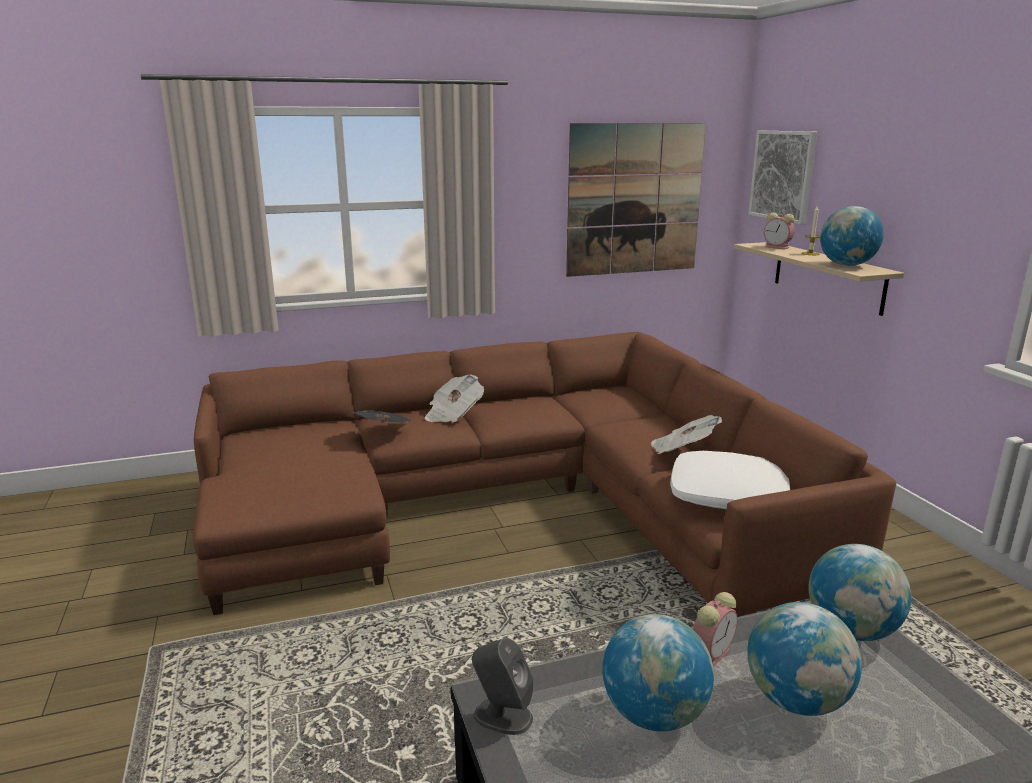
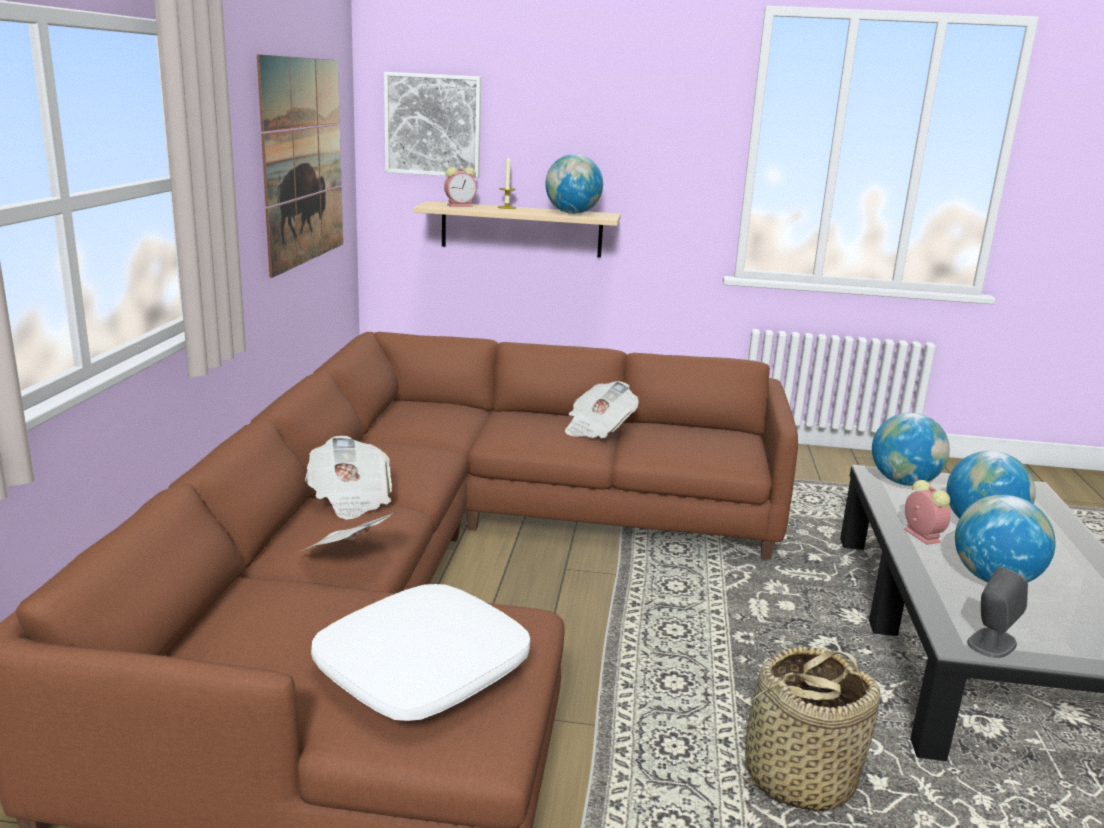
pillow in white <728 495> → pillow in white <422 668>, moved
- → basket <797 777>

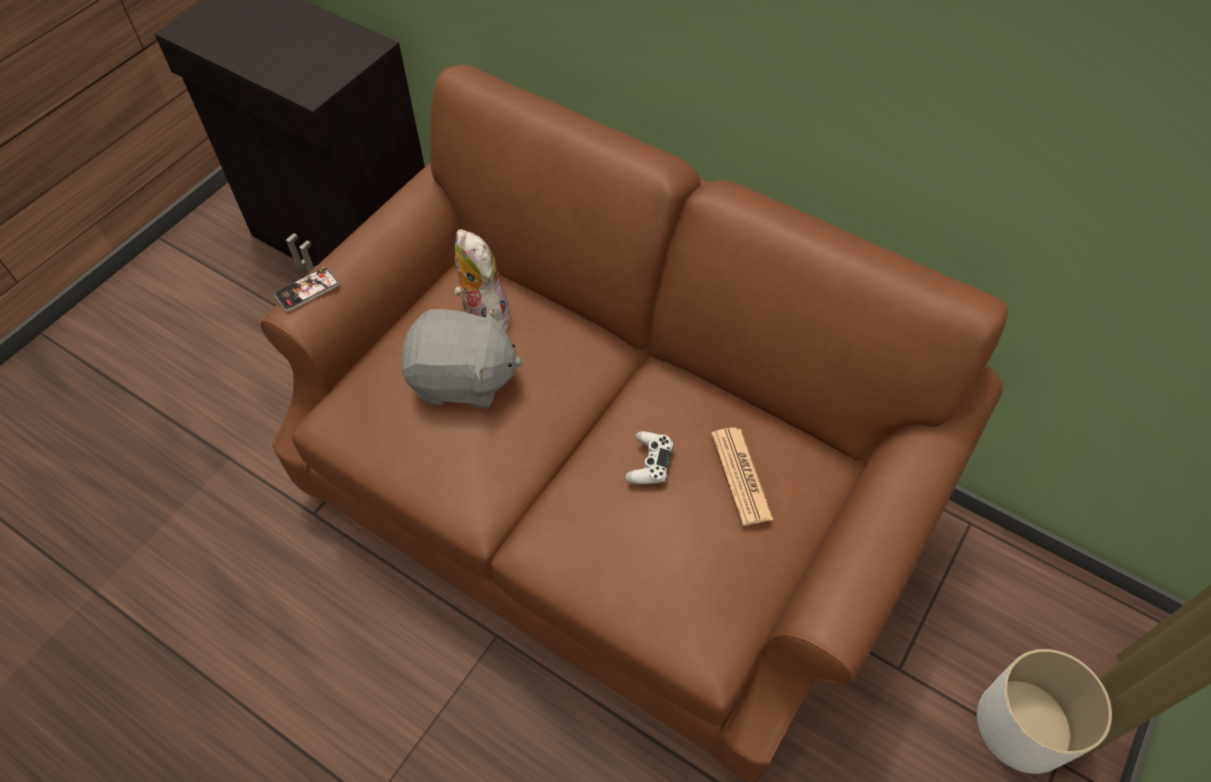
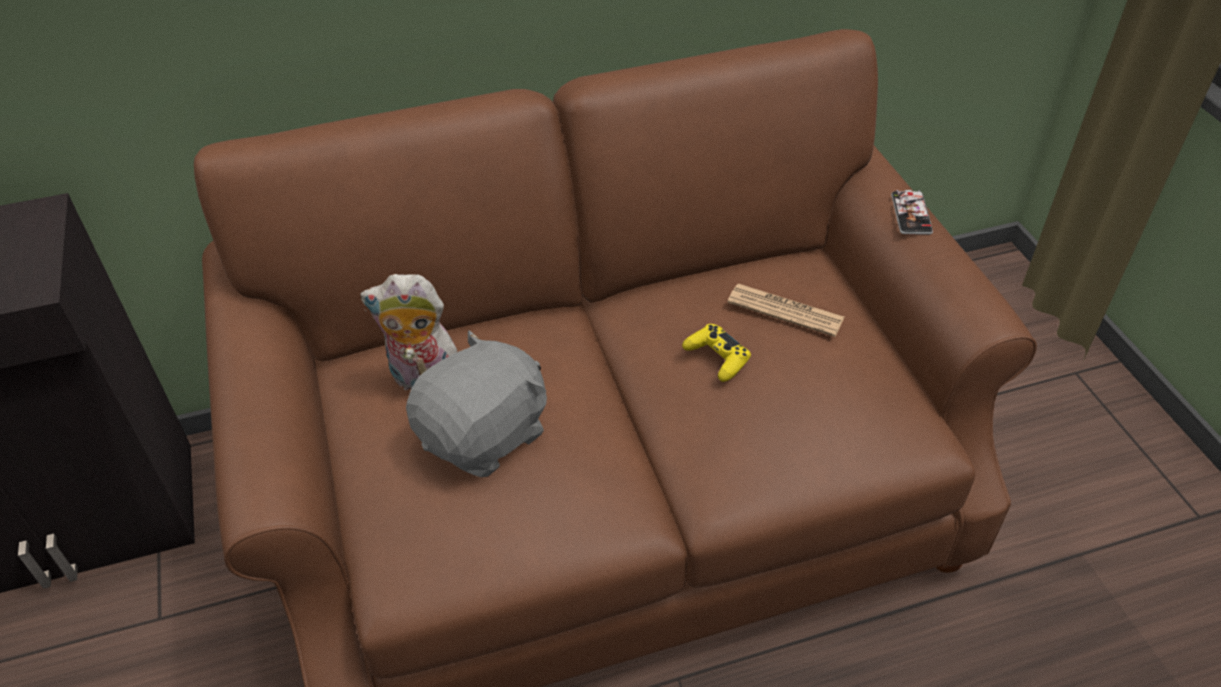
phone <307 290> → phone <911 214>, moved
game controller in white <649 463> → game controller in yellow <717 358>
planter in white <1023 726> → -

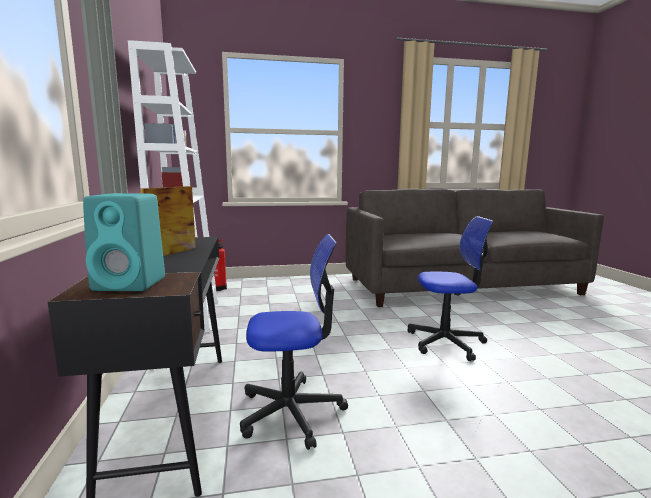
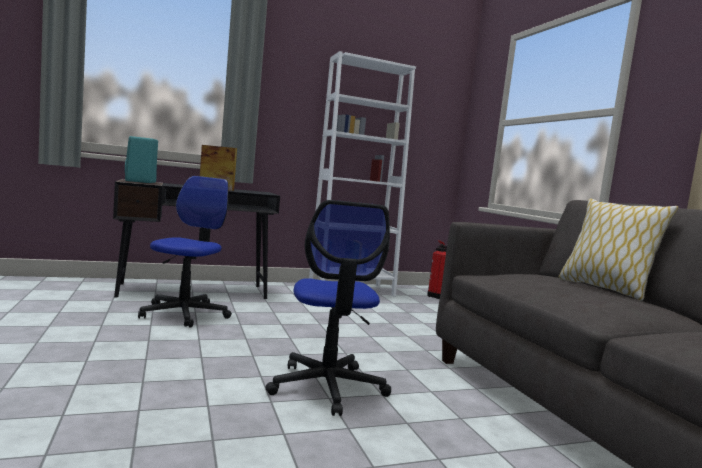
office chair <291 411> → office chair <184 314>, 150 degrees counterclockwise
- → pillow <604 289>

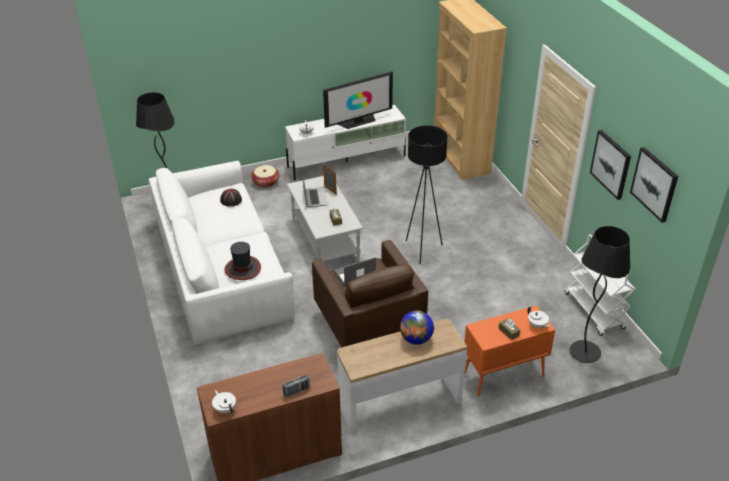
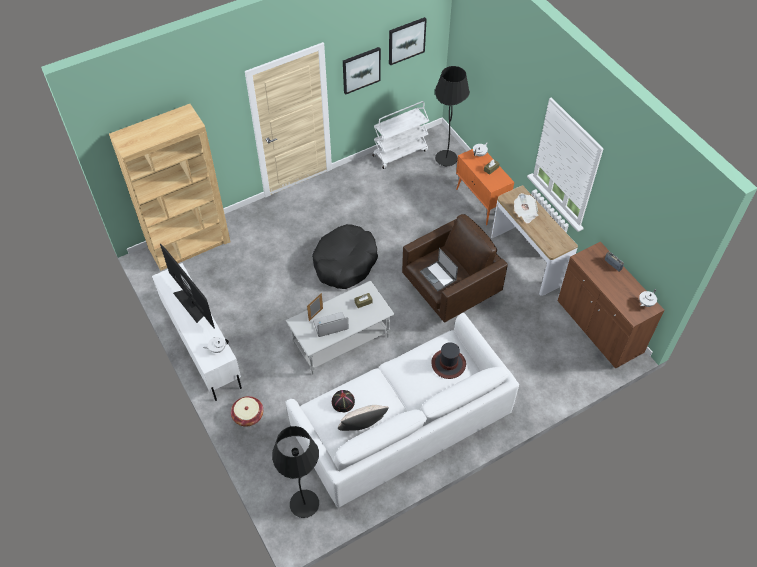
globe <416 339> → newspaper <525 213>
floor lamp in black <422 250> → dog bed in black <345 263>
- → pillow in beige <362 427>

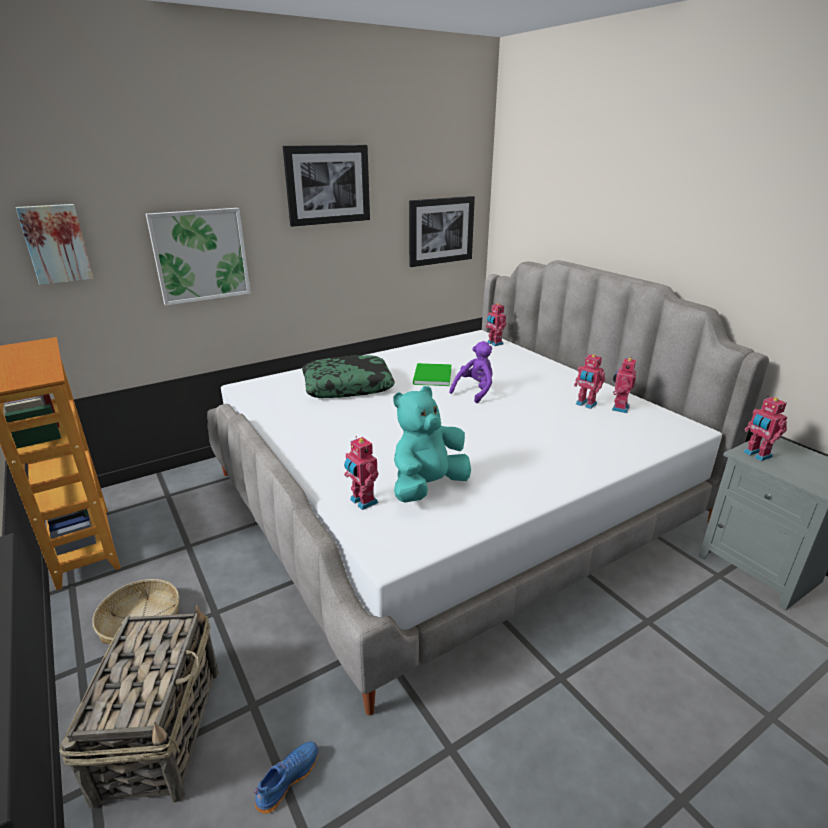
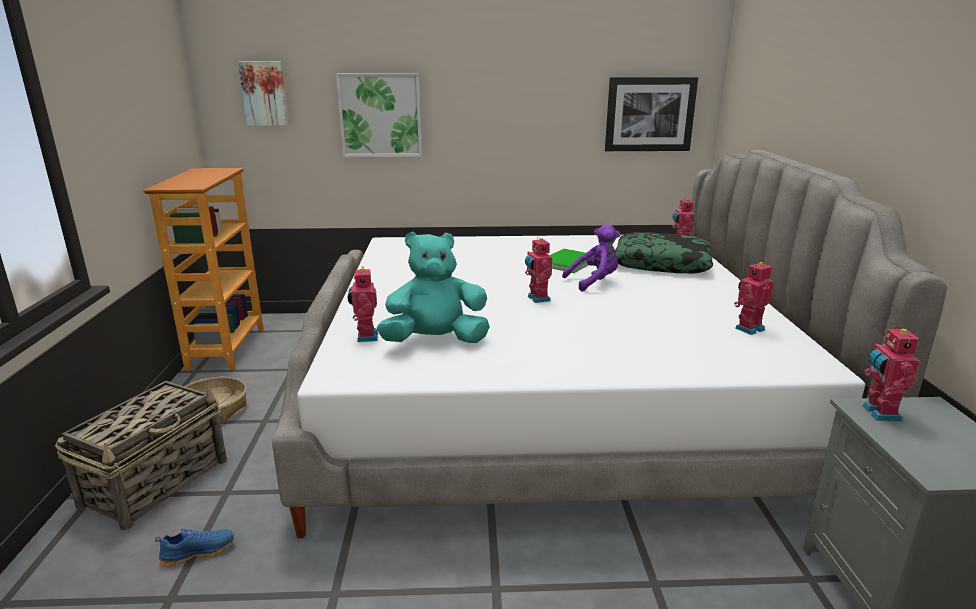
picture <328 185> → -
pillow <348 386> → pillow <662 264>, moved
toy robot <585 404> → toy robot <537 299>, moved

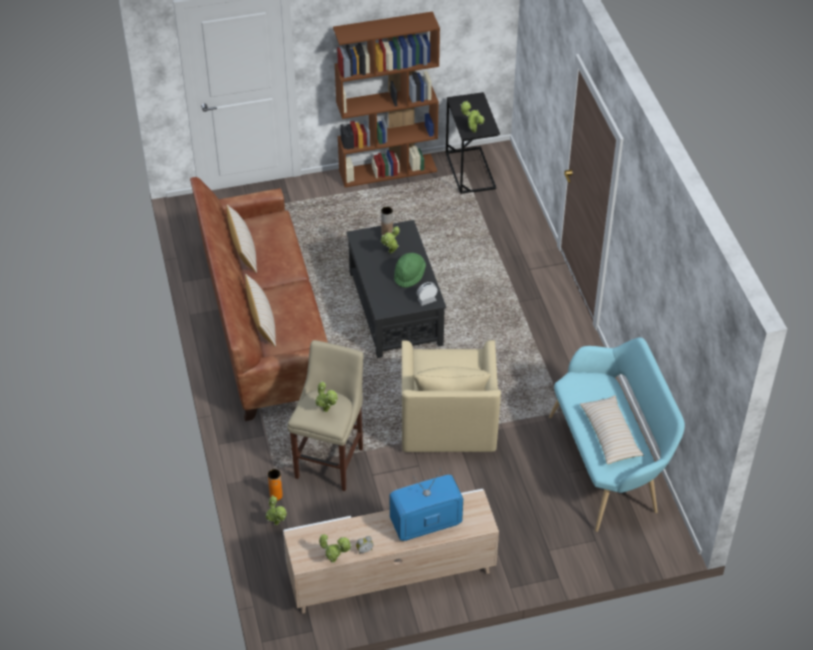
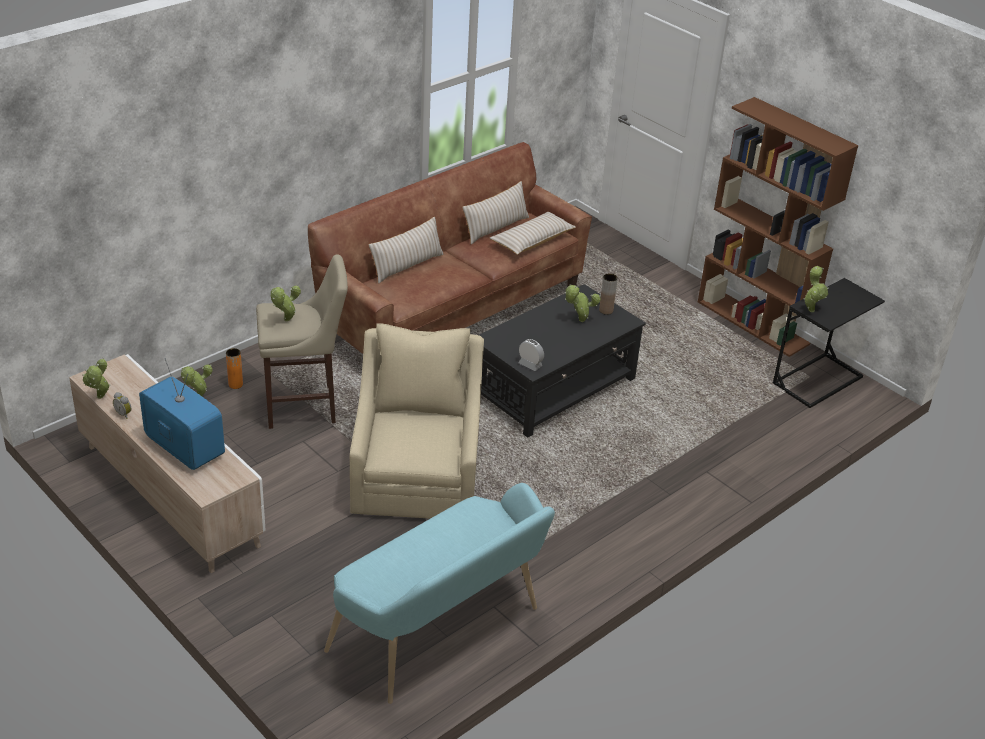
hat in green <409 275> → -
armchair in beige <447 421> → armchair in beige <417 474>, 120 degrees clockwise
pillow in beige <610 435> → pillow in beige <532 241>, moved

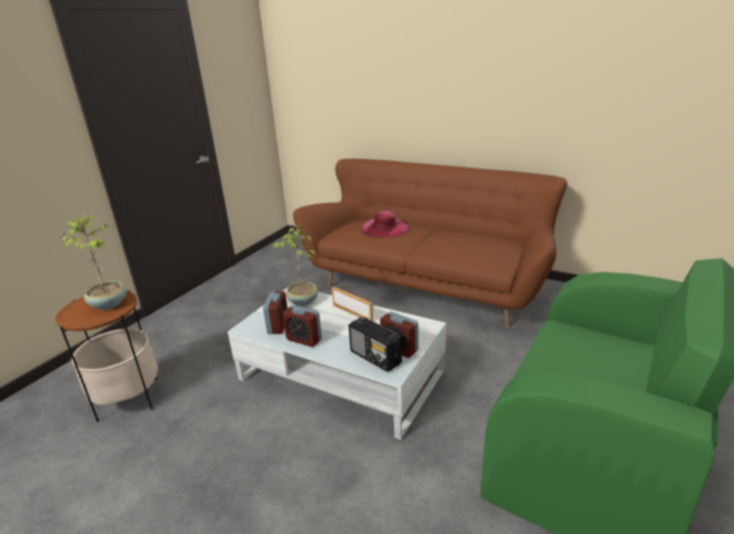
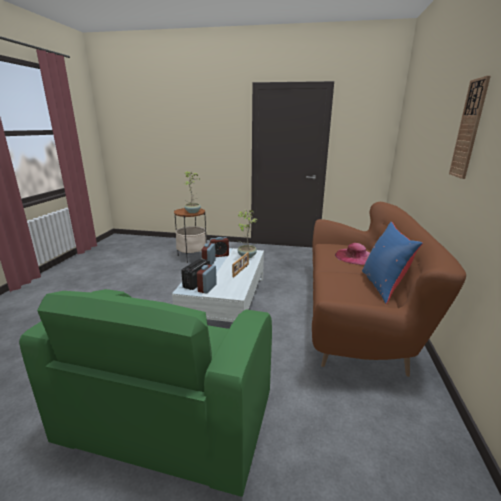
- → pillow in blue <383 286>
- → wall clock <469 129>

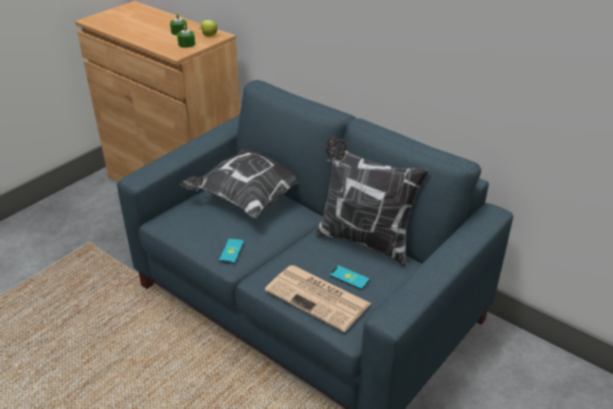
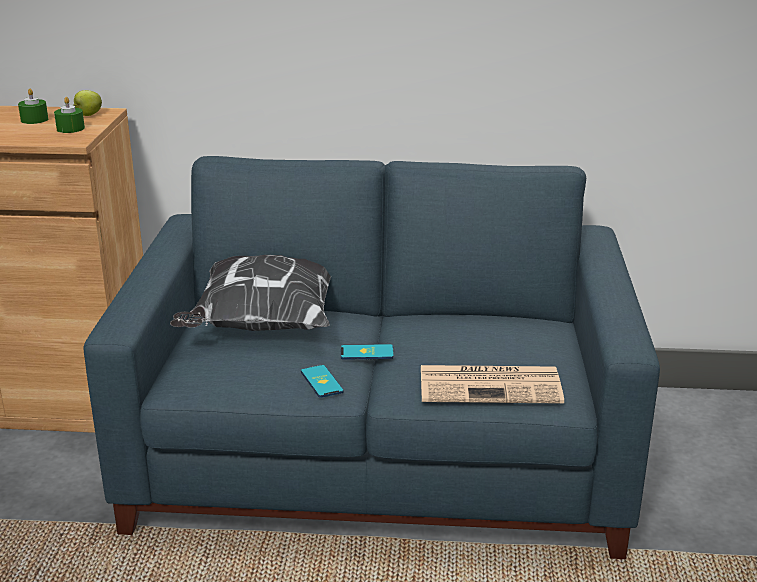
pillow <363 240> → -
phone <349 277> → phone <367 352>, moved

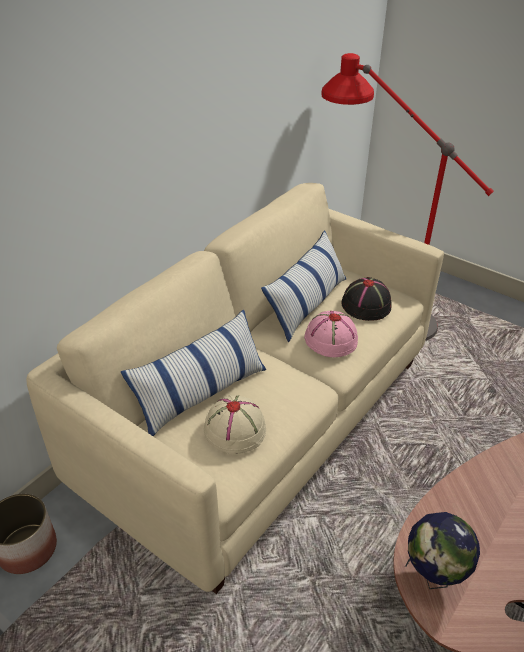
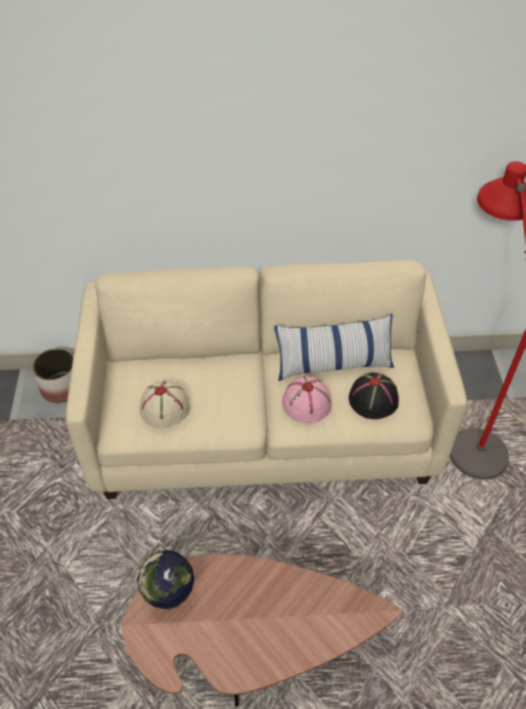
pillow <201 393> → -

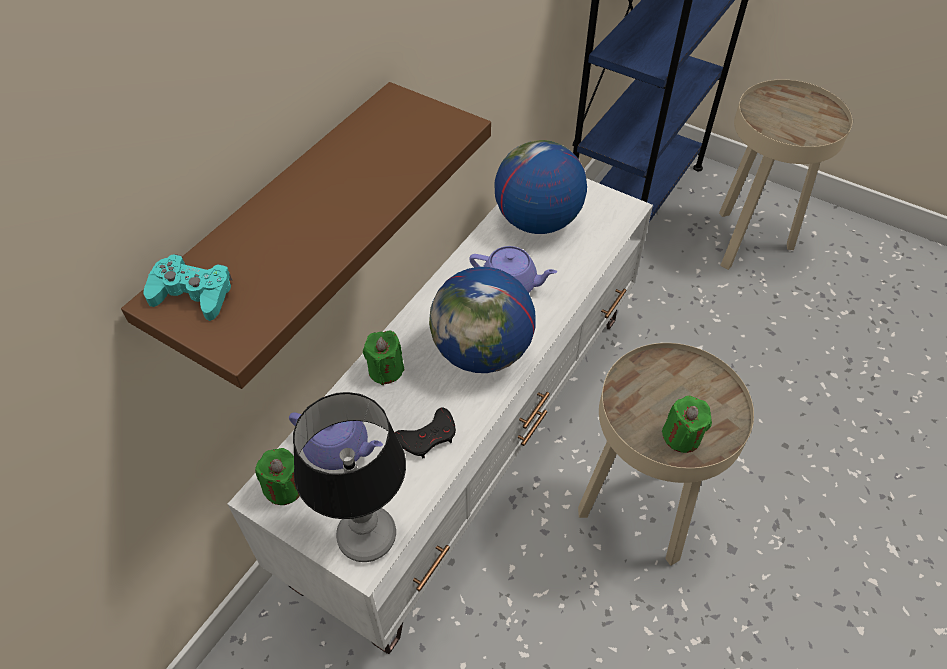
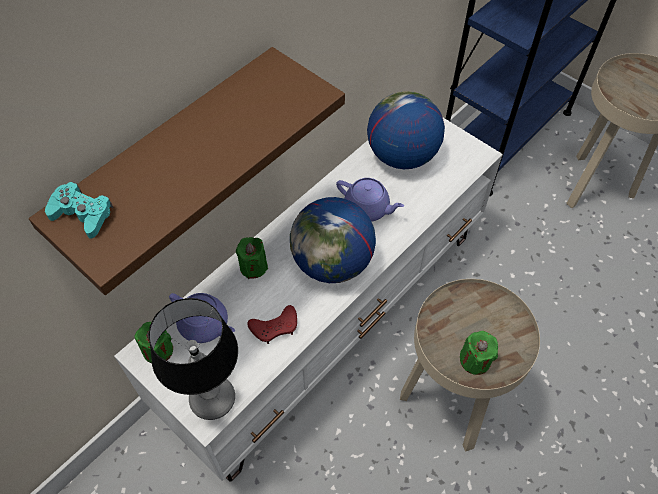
game controller in black <428 437> → game controller in red <275 327>

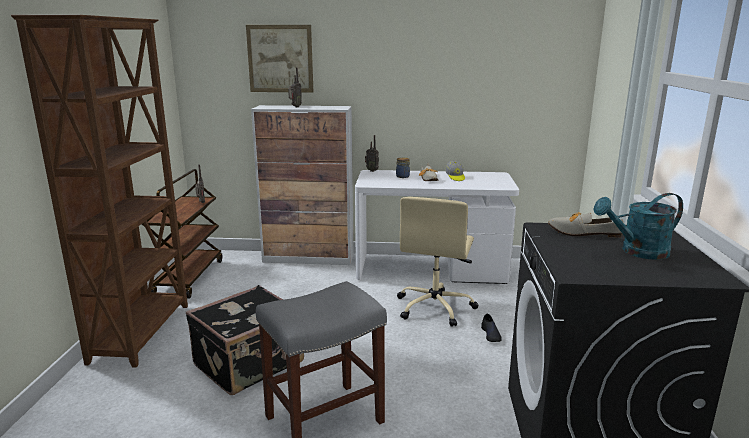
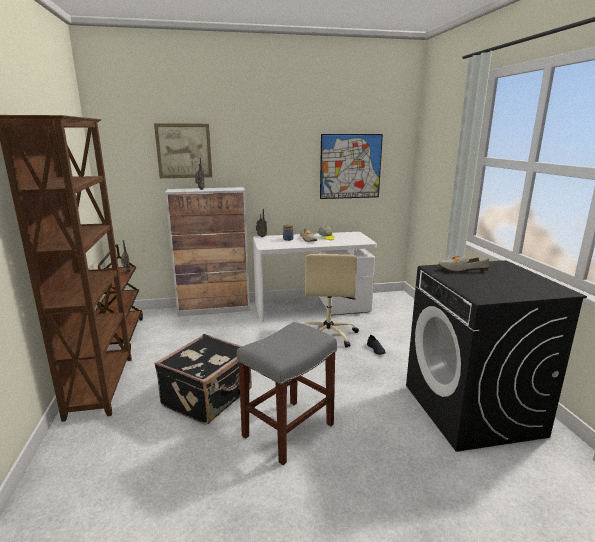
watering can in turquoise <637 252> → -
- → picture <350 166>

